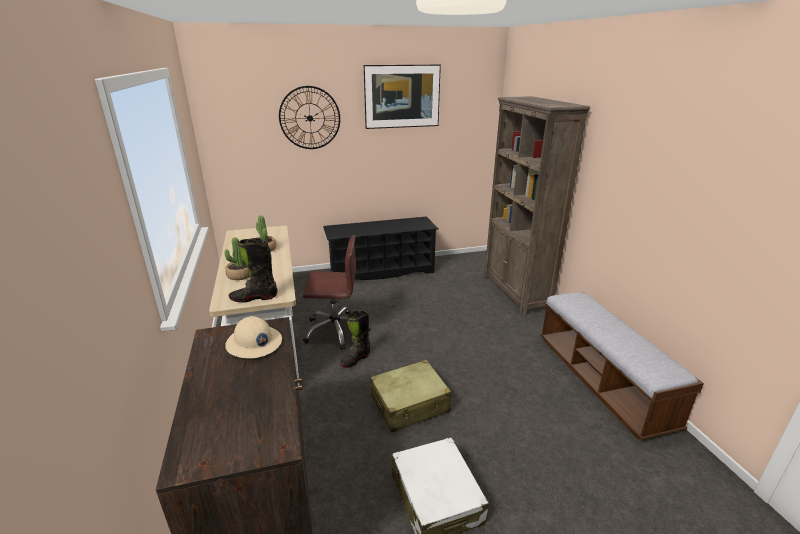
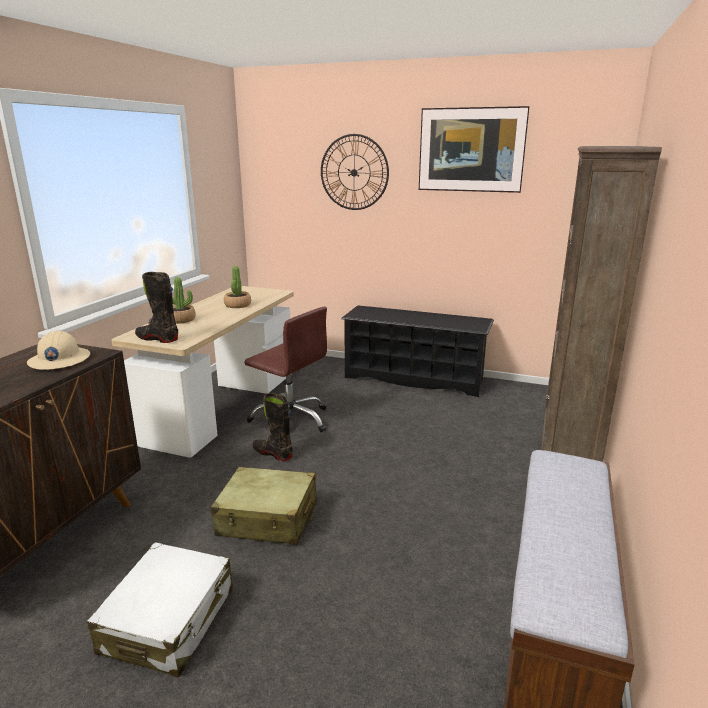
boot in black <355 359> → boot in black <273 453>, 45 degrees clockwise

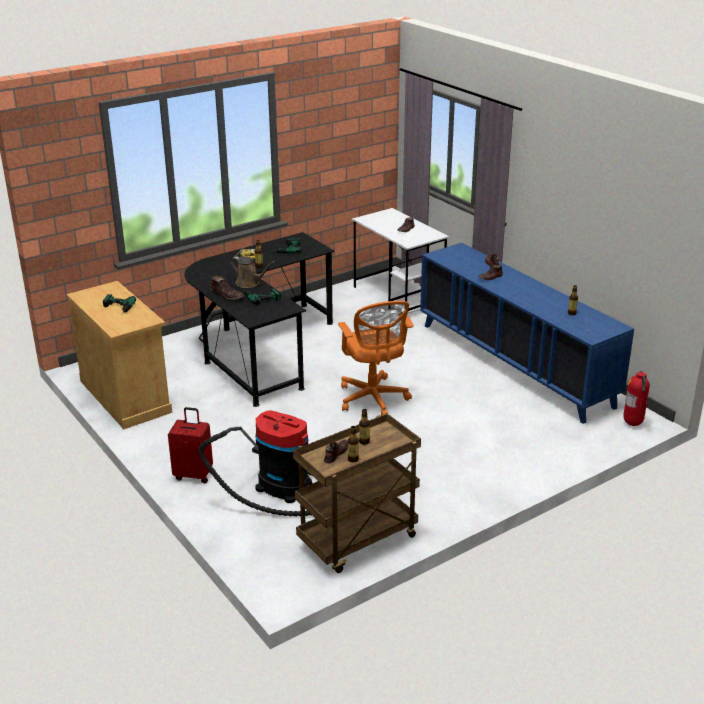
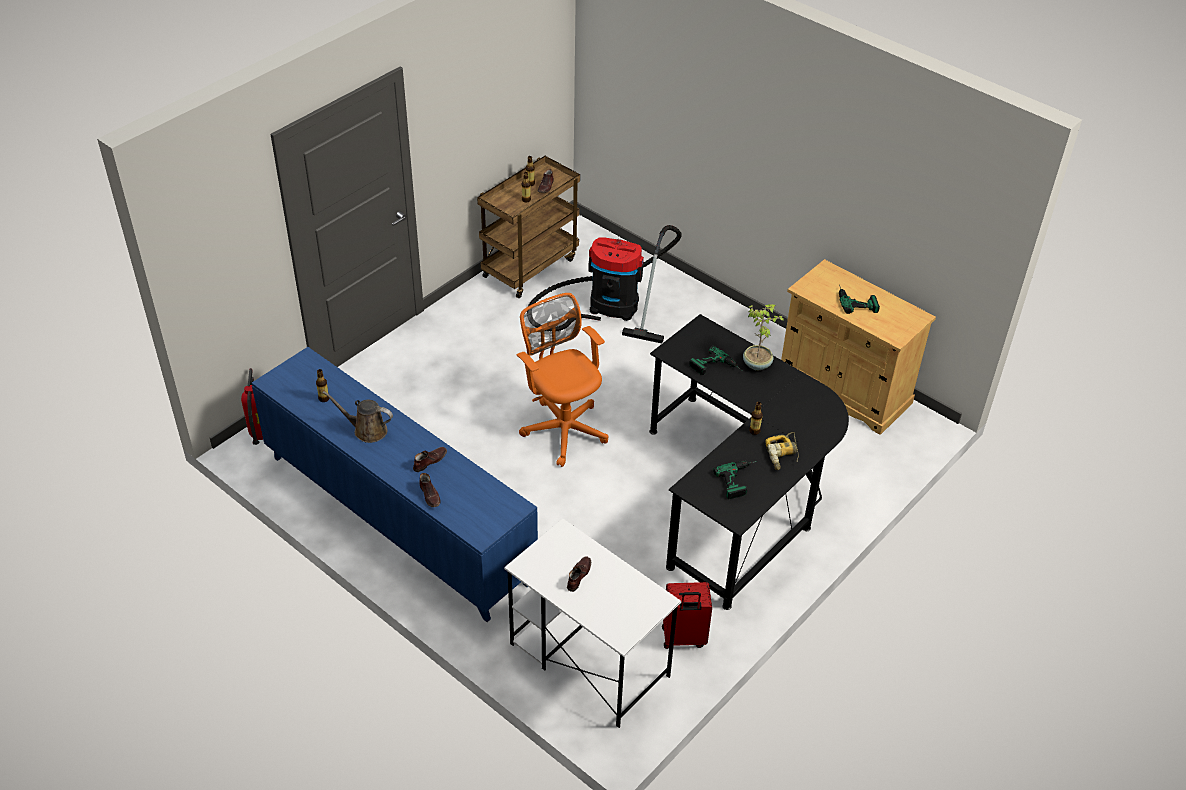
suitcase in red <194 474> → suitcase in red <683 638>, moved
boot in brown <227 295> → potted plant <757 364>
watering can in brown <249 283> → watering can in brown <367 430>, moved

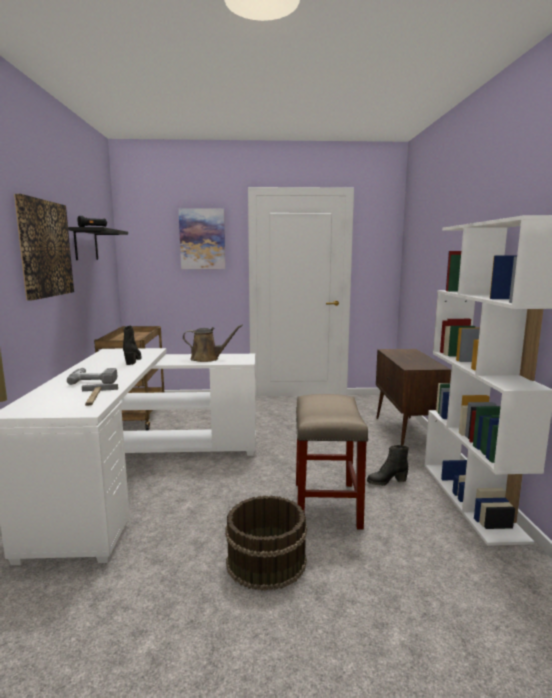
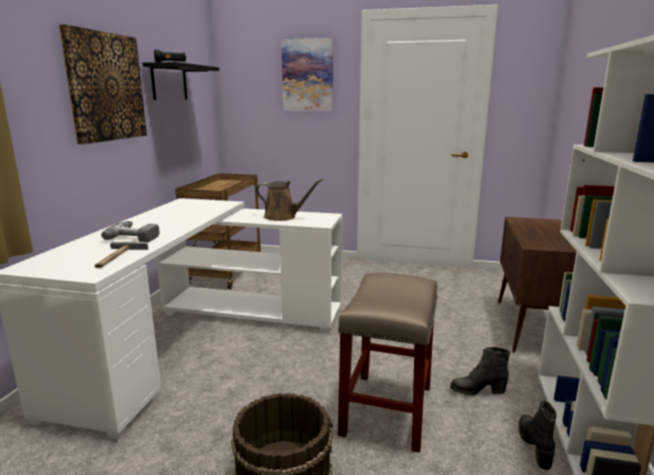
boot in black <133 360> → boot in black <535 445>, moved

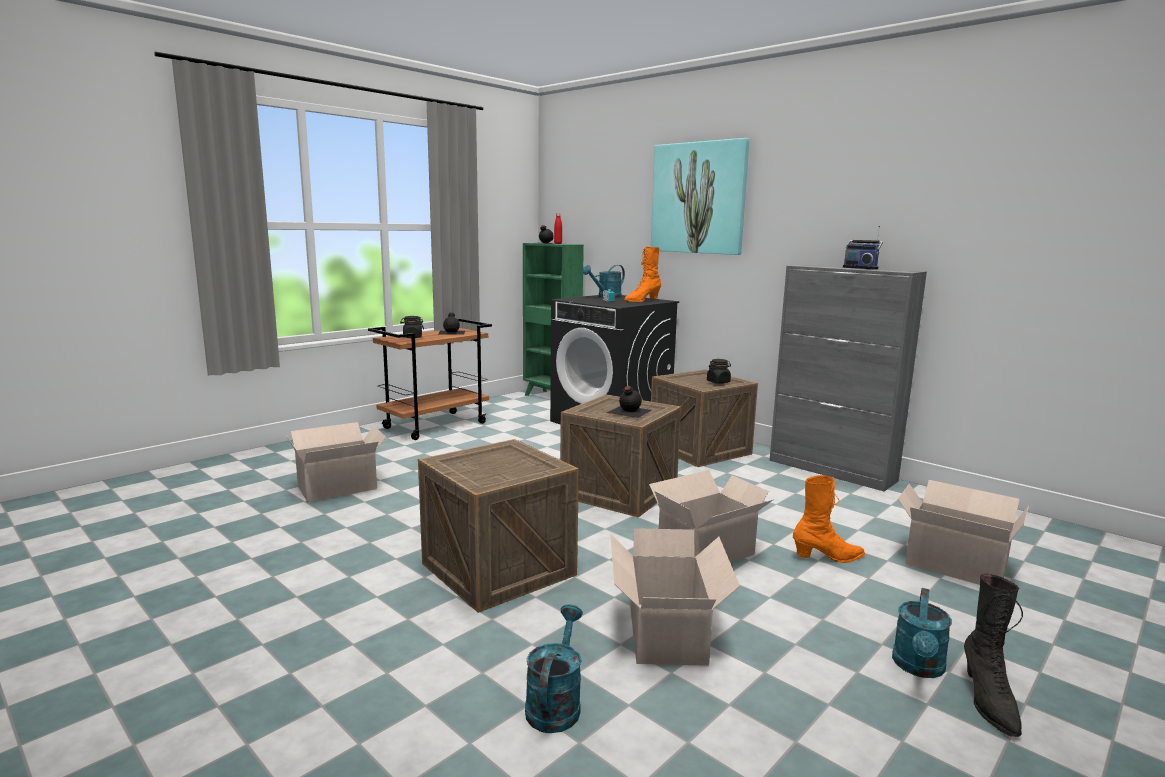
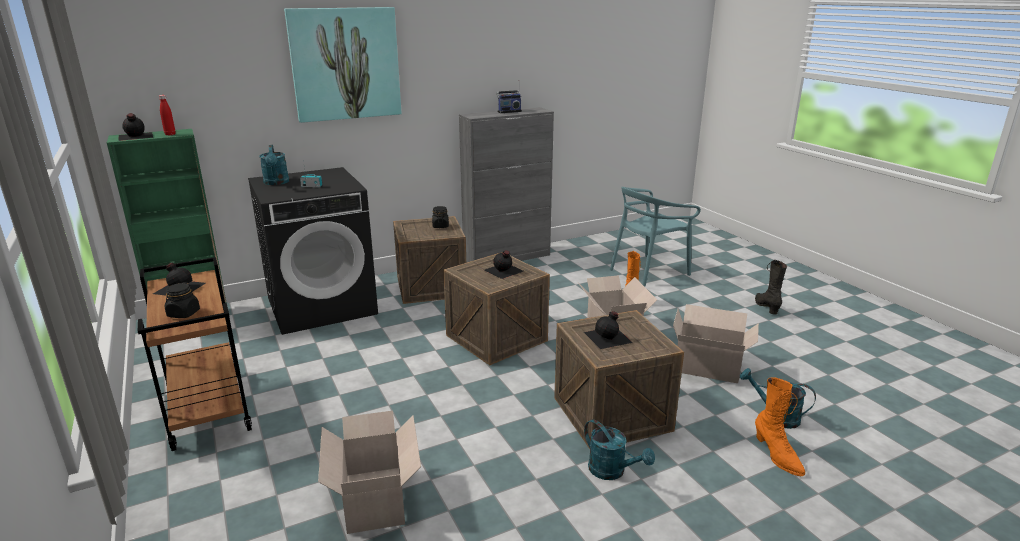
boot in orange <641 301> → boot in orange <777 456>, moved
watering can in turquoise <918 668> → watering can in turquoise <612 471>, moved
cardboard box <952 564> → chair in turquoise <648 271>
boot in black <988 702> → boot in black <766 307>, 120 degrees counterclockwise
- → bottle in black <608 337>

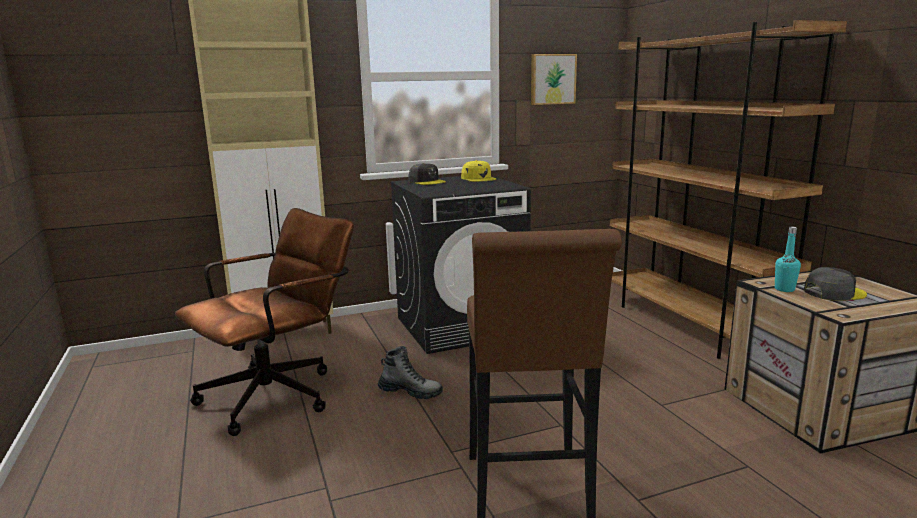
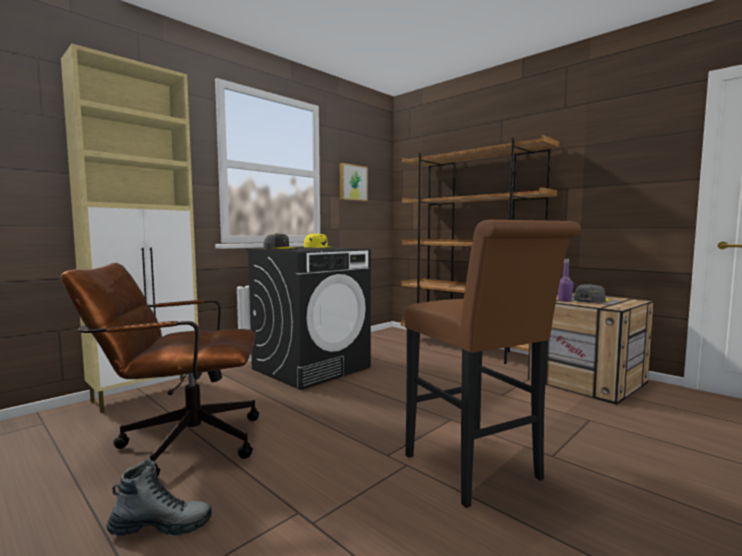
office chair in brown <280 393> → office chair in brown <179 442>, 120 degrees counterclockwise
boot <410 392> → boot <161 526>, moved
bottle in turquoise <784 289> → bottle in purple <564 301>

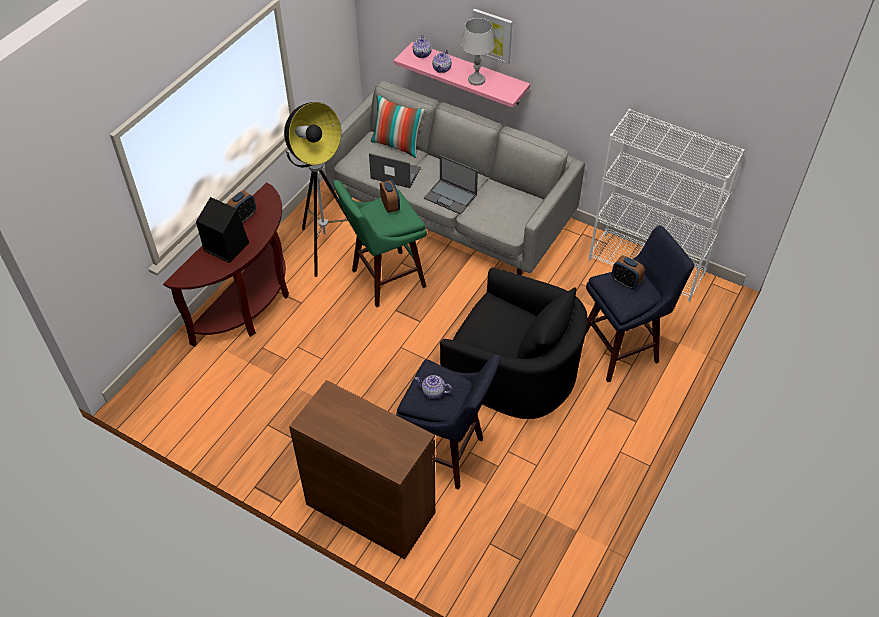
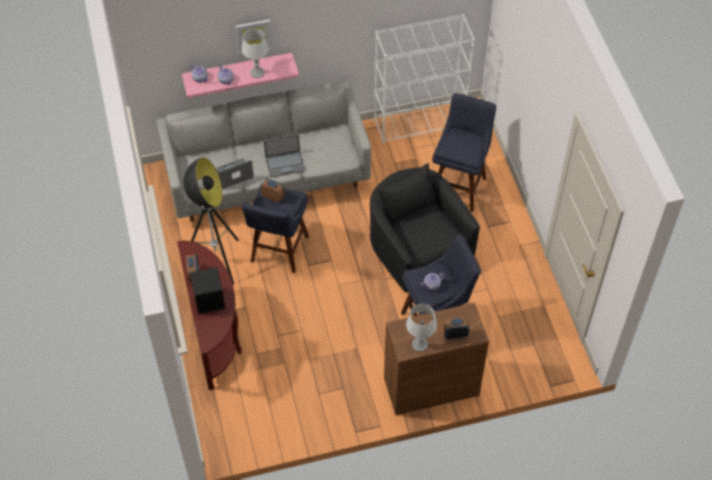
stool in green <384 280> → stool in blue <278 252>
pillow <397 145> → -
armchair in black <513 371> → armchair in black <417 246>, 105 degrees counterclockwise
alarm clock <625 282> → alarm clock <455 335>, moved
- → table lamp in grey <420 344>

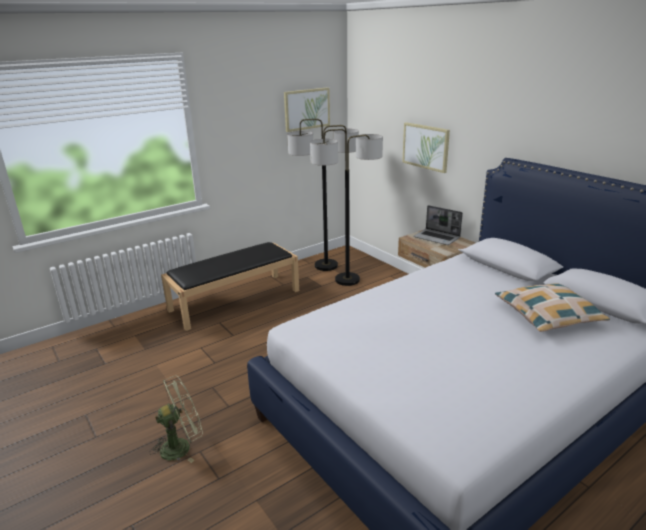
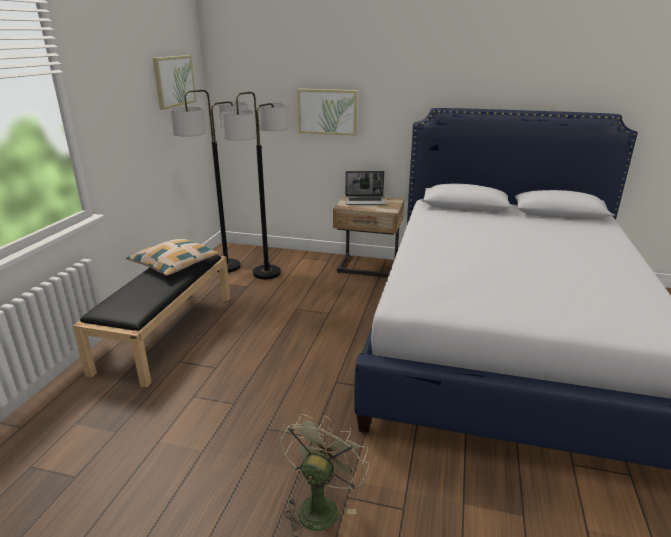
pillow <547 315> → pillow <174 264>, moved

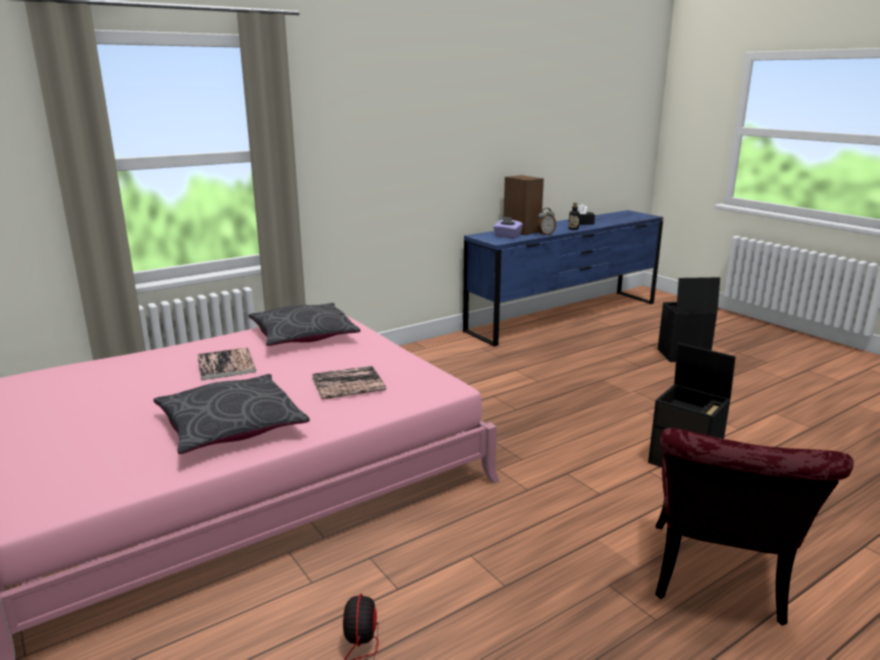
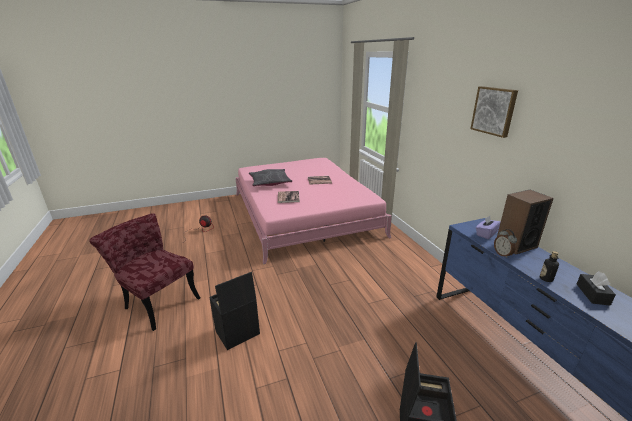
pillow in grey <303 336> → -
- → picture <494 111>

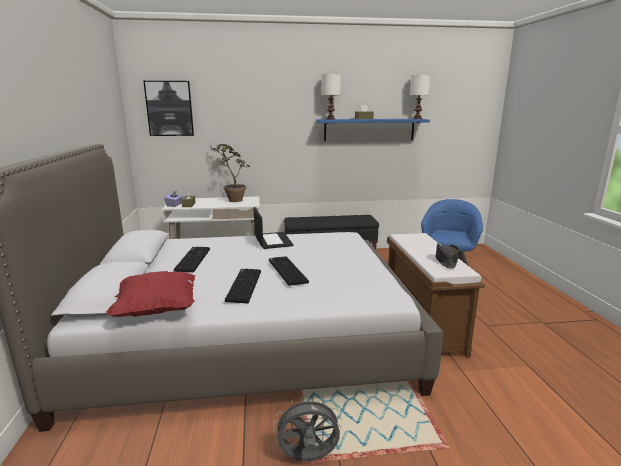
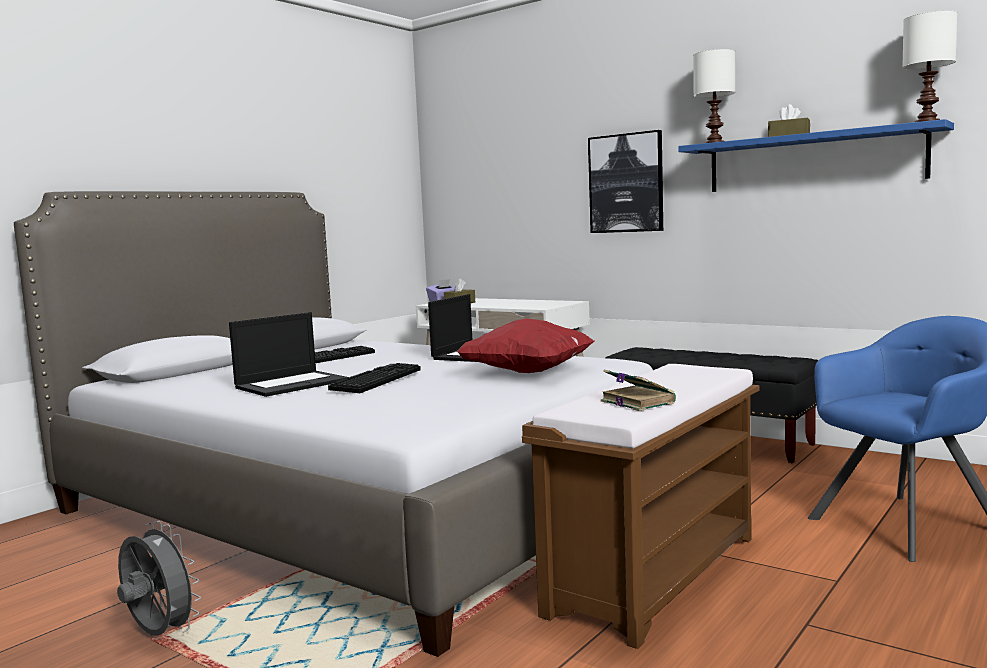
pillow in red <157 310> → pillow in red <528 373>, moved
picture <169 108> → picture <626 183>, moved
potted plant <231 200> → -
keyboard <243 285> → laptop <292 384>
hat in black <446 260> → book <636 402>

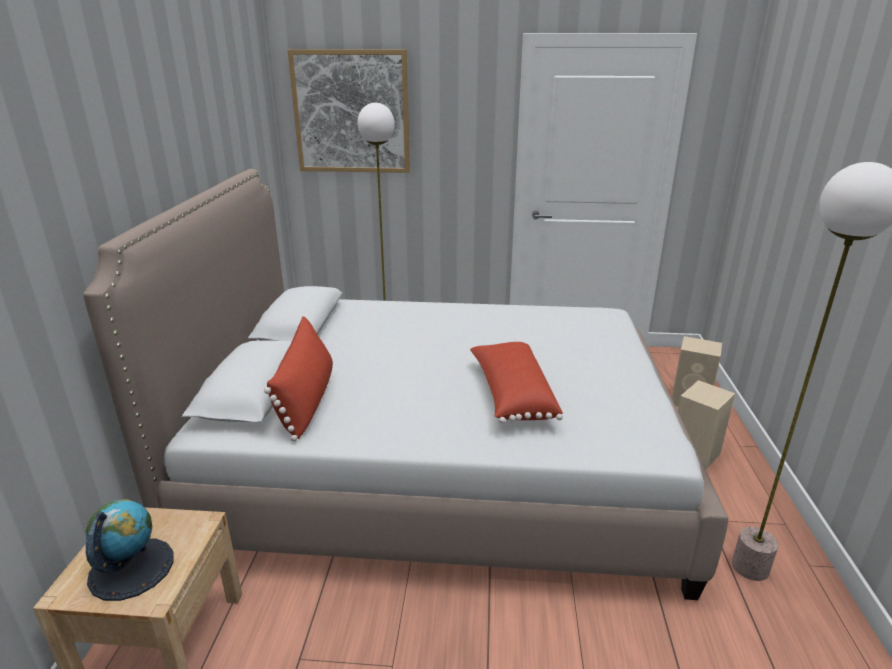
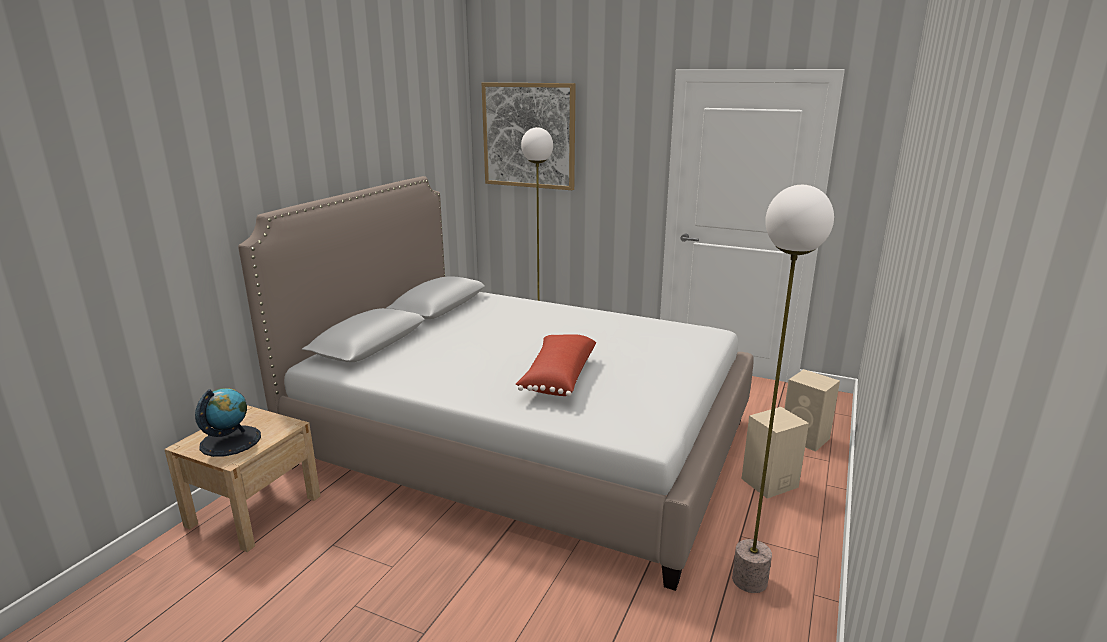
pillow in red <306 400> → -

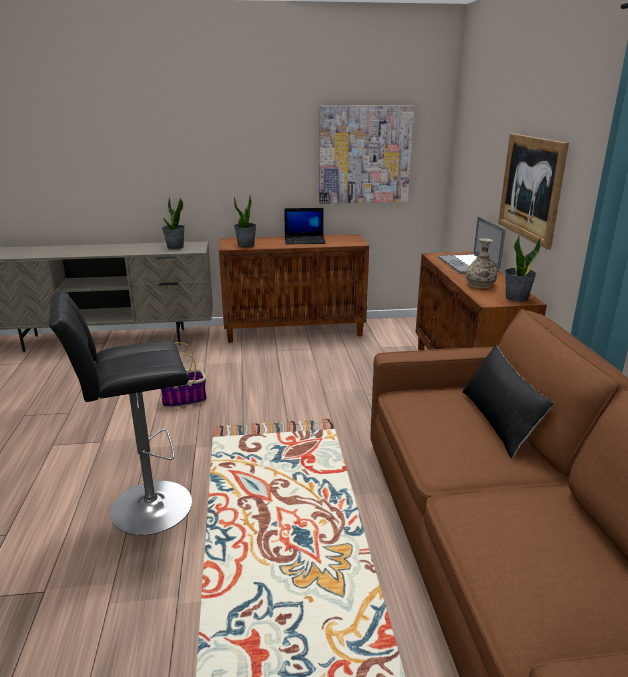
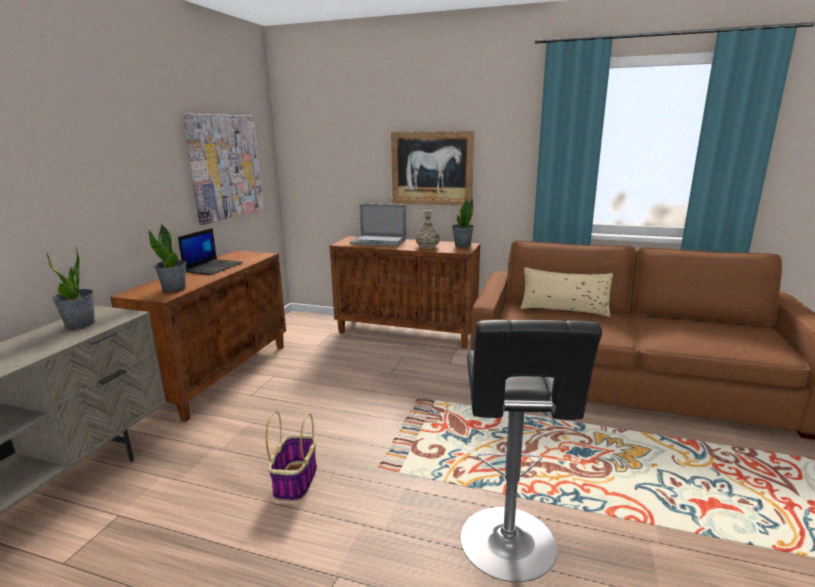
pillow in black <499 421> → pillow in beige <564 309>

